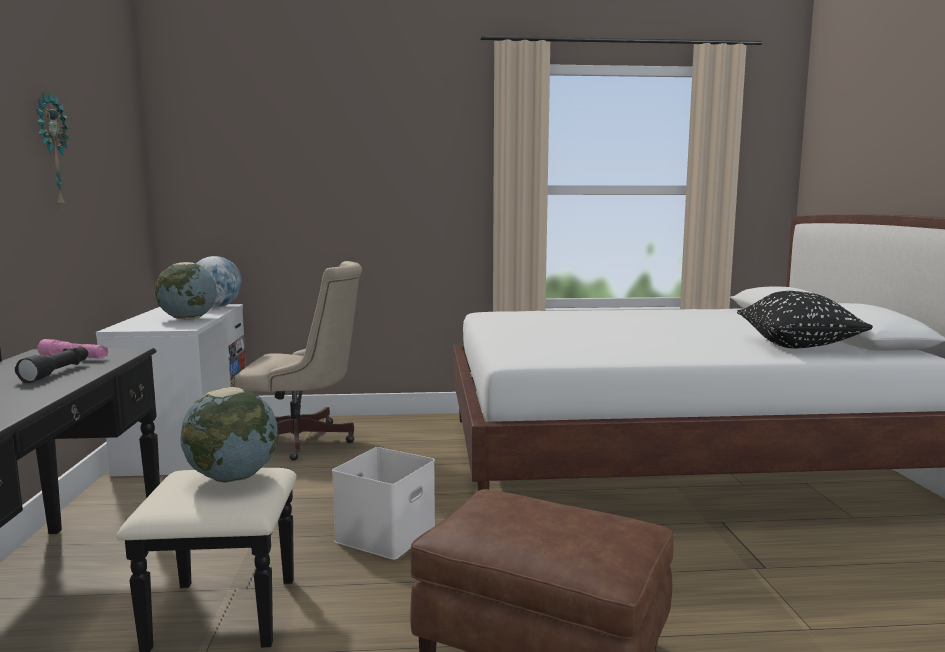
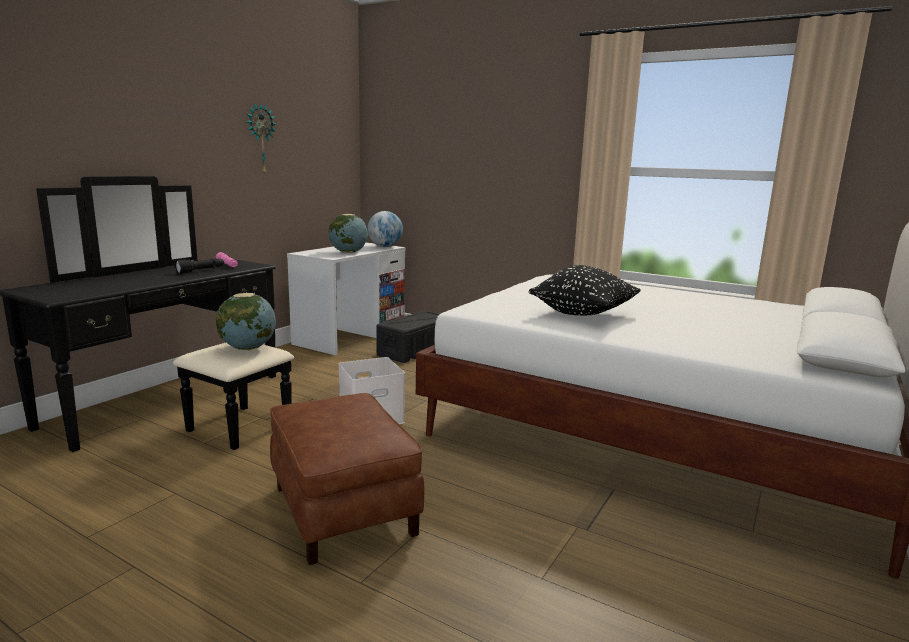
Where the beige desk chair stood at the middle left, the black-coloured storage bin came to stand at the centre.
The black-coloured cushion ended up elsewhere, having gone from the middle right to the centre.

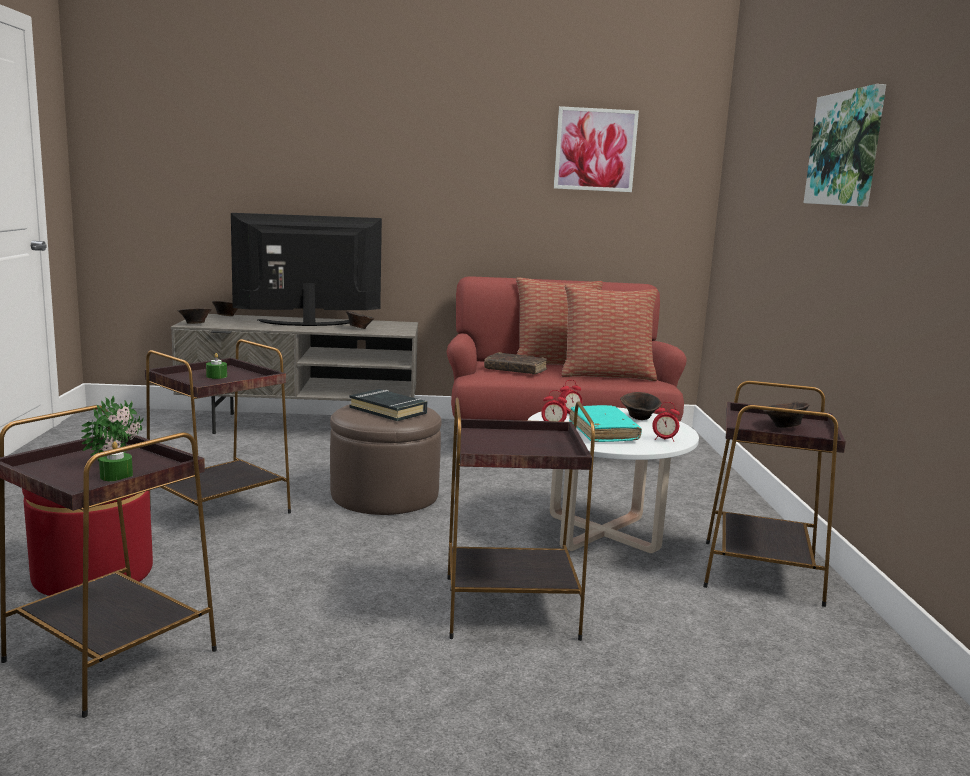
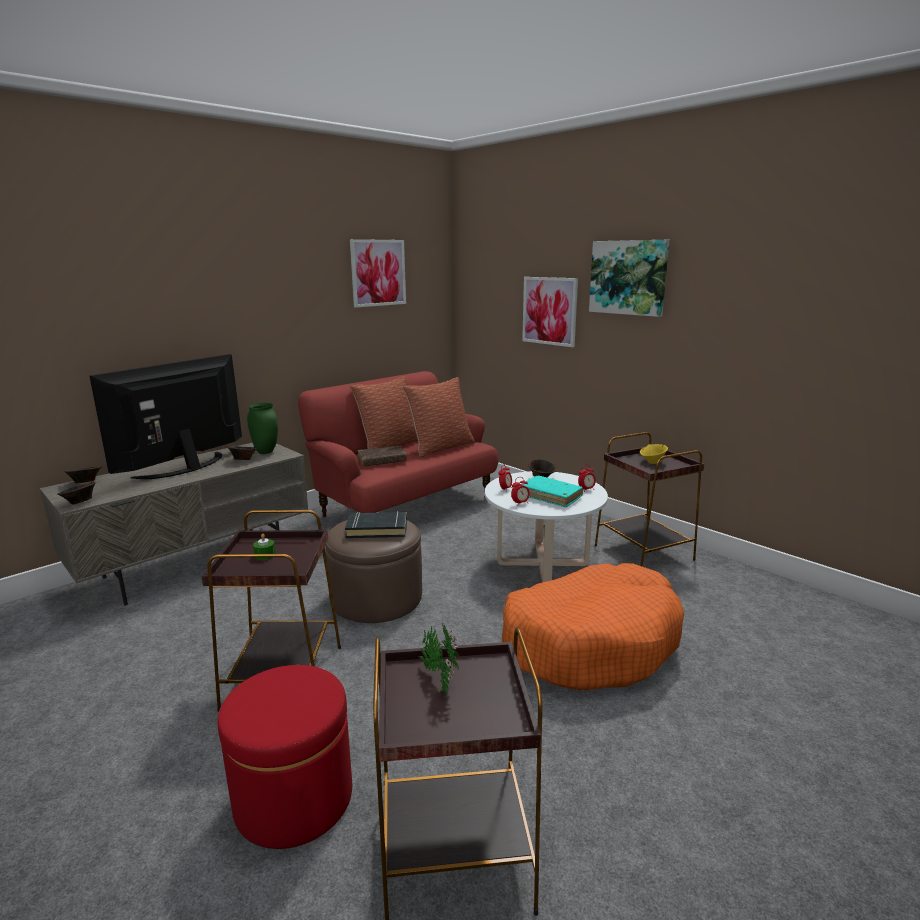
Where the brown accent table (3rd from left) stood at the bottom centre, the orange pet bed came to stand at the bottom centre.
What was the brown bowl (5th from left) at the middle right turned into the yellow-coloured bowl at the middle right.
The second view lost the green-coloured wax light (1st from left) at the middle left.
The second view gained the wall picture (2nd from left) at the centre.
The second view gained the green-coloured flower vase at the middle left.

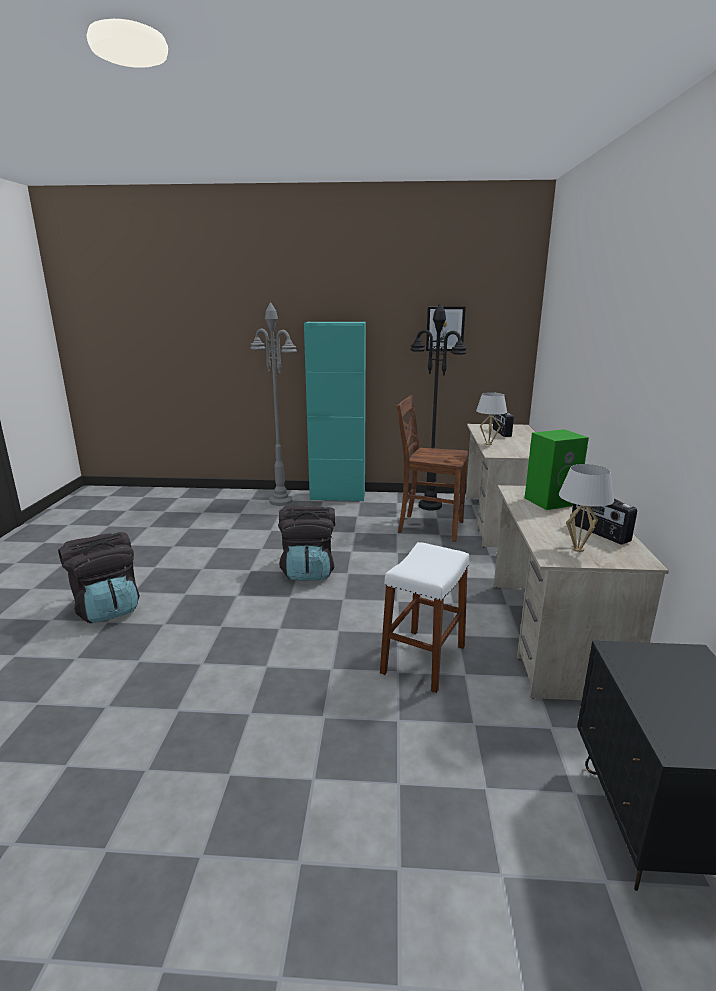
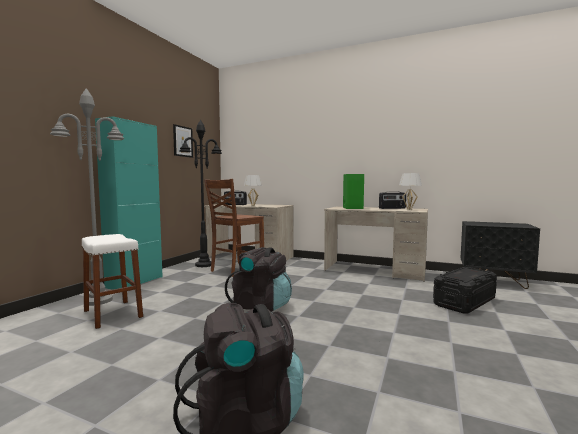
The white sitting stool ended up elsewhere, having gone from the centre to the middle left.
The second view gained the black-coloured storage bin at the bottom right.

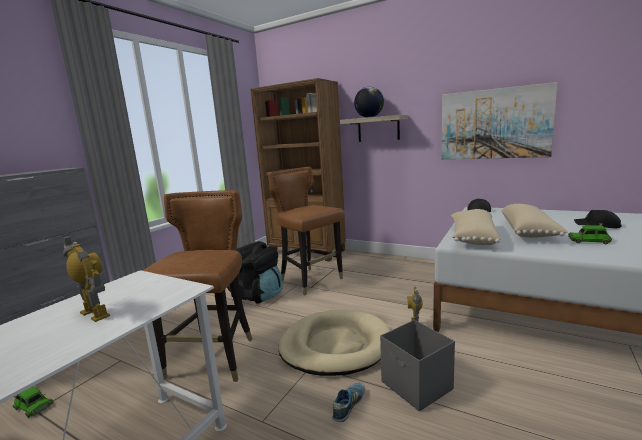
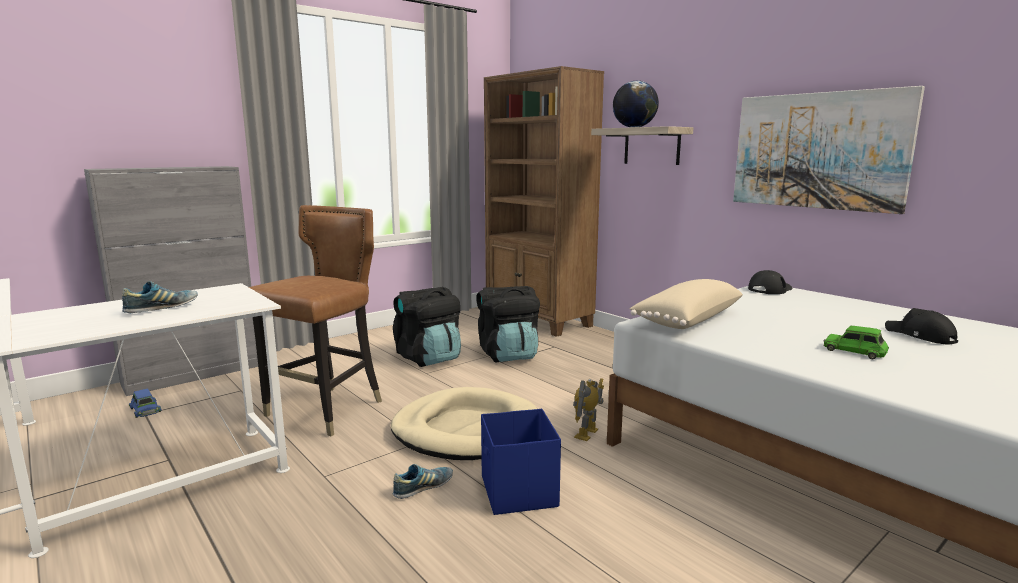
Where the brown plain chair (2nd from left) stood at the centre, the black-coloured backpack (2nd from left) came to stand at the centre.
The second view lost the beige cushion (2nd from left) at the middle right.
Where the toy robot (1st from left) stood at the middle left, the shoe (1st from left) came to stand at the middle left.
What was the grey storage bin at the bottom centre turned into the blue storage bin at the bottom centre.
What was the green-coloured model car (1st from left) at the bottom left turned into the blue model car at the bottom left.

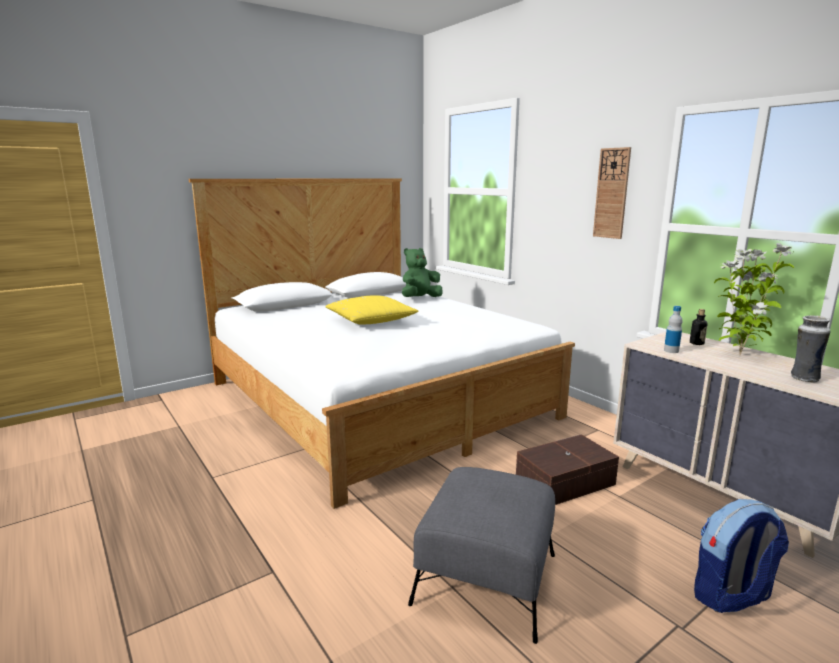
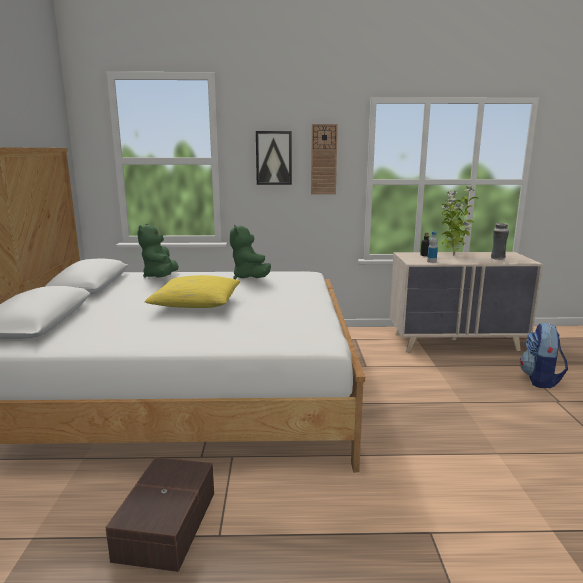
The brown storage bin ended up elsewhere, having gone from the bottom right to the bottom left.
The second view lost the grey footrest at the bottom centre.
The second view gained the wall picture at the top centre.
The second view gained the green-coloured plush toy (2nd from left) at the centre.

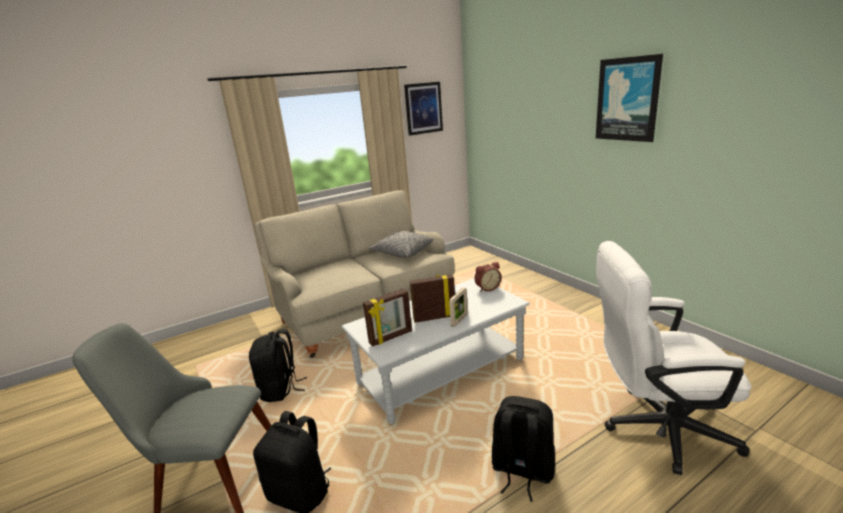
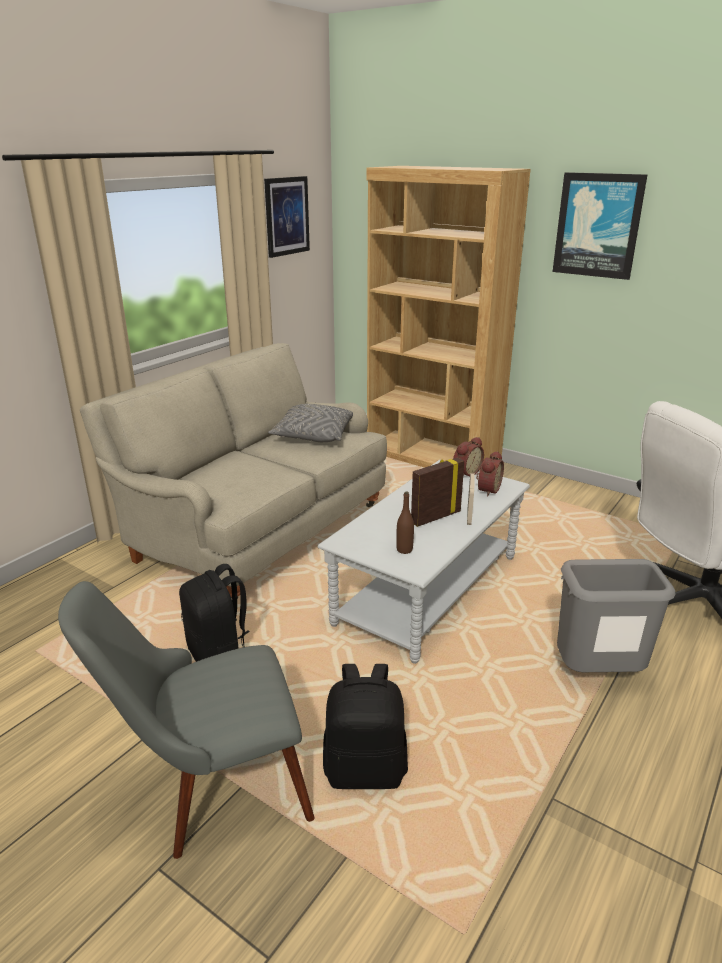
Where the picture frame (1st from left) stood at the centre, the brown bottle came to stand at the centre.
Where the black-coloured backpack (3rd from left) stood at the bottom centre, the grey waste bin came to stand at the middle right.
The second view gained the brown bookcase at the top centre.
The second view gained the table clock (2nd from left) at the middle right.

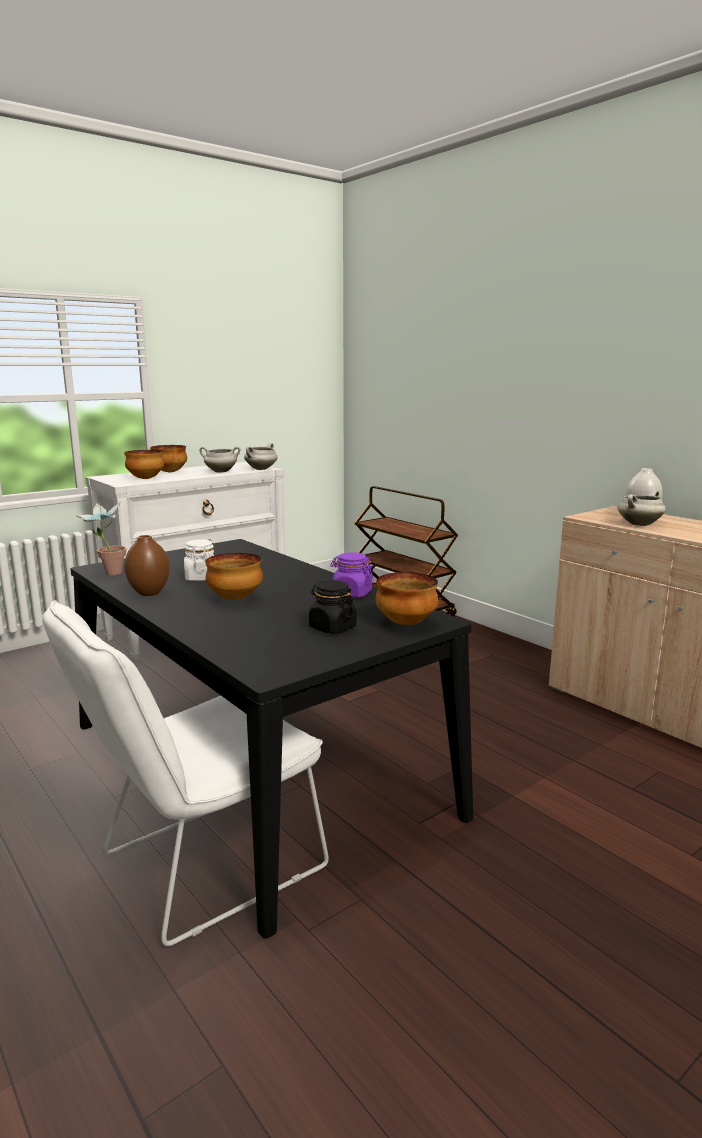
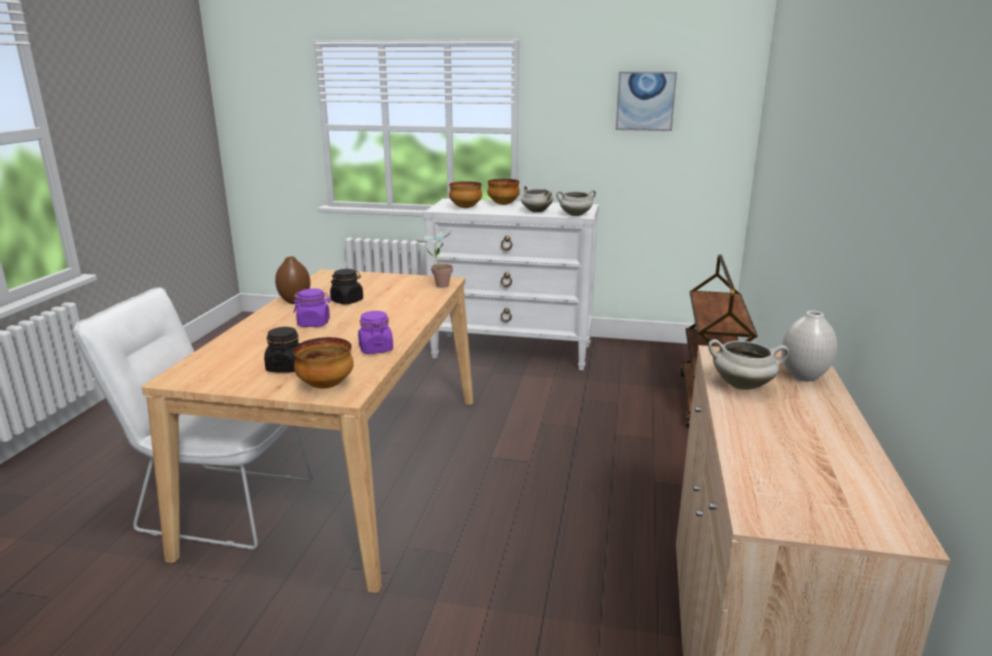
The houseplant ended up elsewhere, having gone from the middle left to the centre.
What was the black-coloured dinner table at the centre turned into the beige dinner table at the middle left.
What was the white storage jar at the middle left turned into the black-coloured storage jar (2nd from left) at the centre.
Where the bowl (3rd from left) stood at the centre, the purplish storage jar (1st from left) came to stand at the middle left.
The second view gained the wall picture at the top centre.

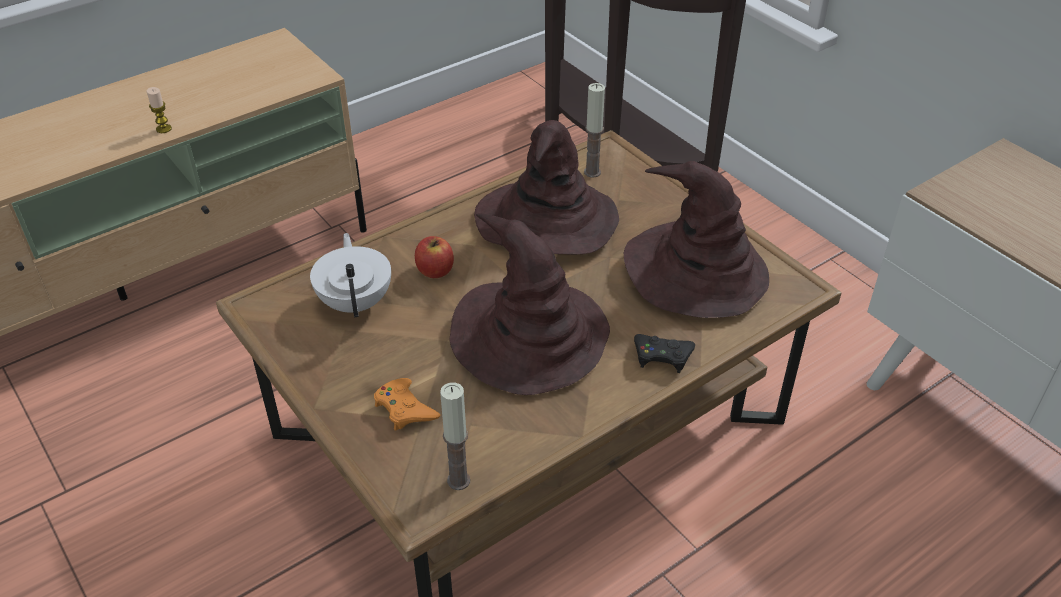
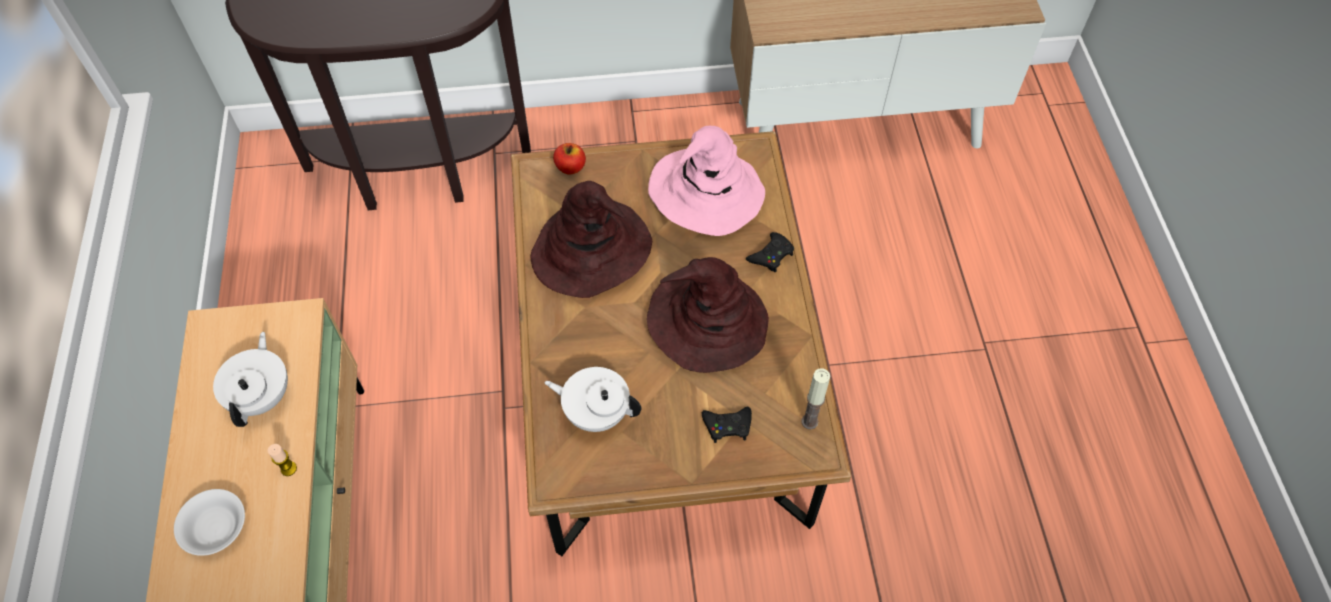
The second view lost the wax light (3rd from left) at the top centre.
What was the brown hat (3rd from left) at the centre turned into the pinkish hat at the top centre.
The apple fruit ended up elsewhere, having gone from the centre to the top centre.
What was the orange game controller at the bottom centre turned into the black-coloured game controller (1st from left) at the bottom centre.
The second view gained the white pot for tea (1st from left) at the middle left.
The second view gained the white bowl at the bottom left.

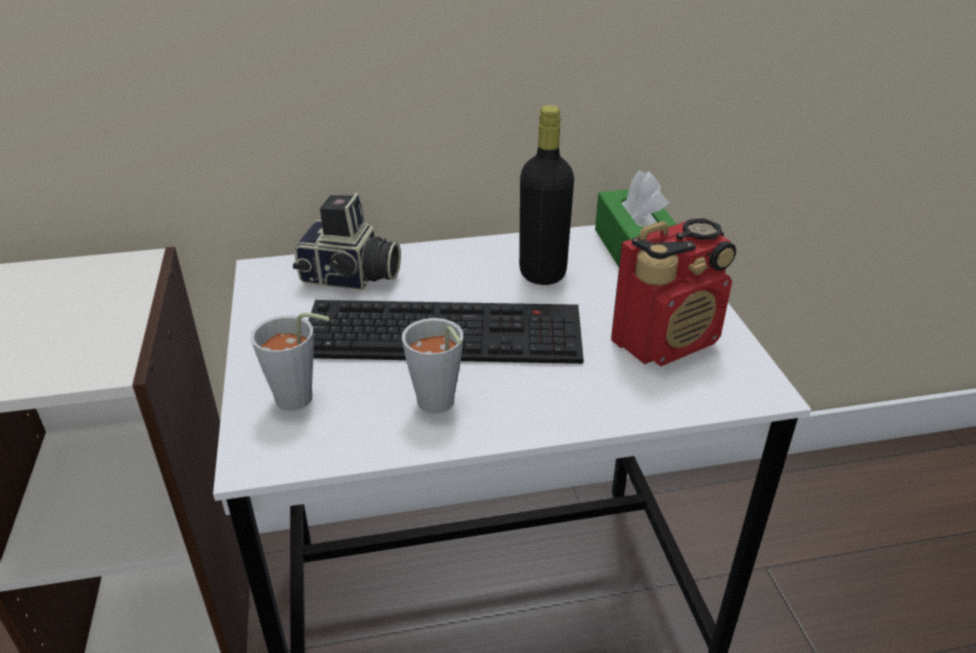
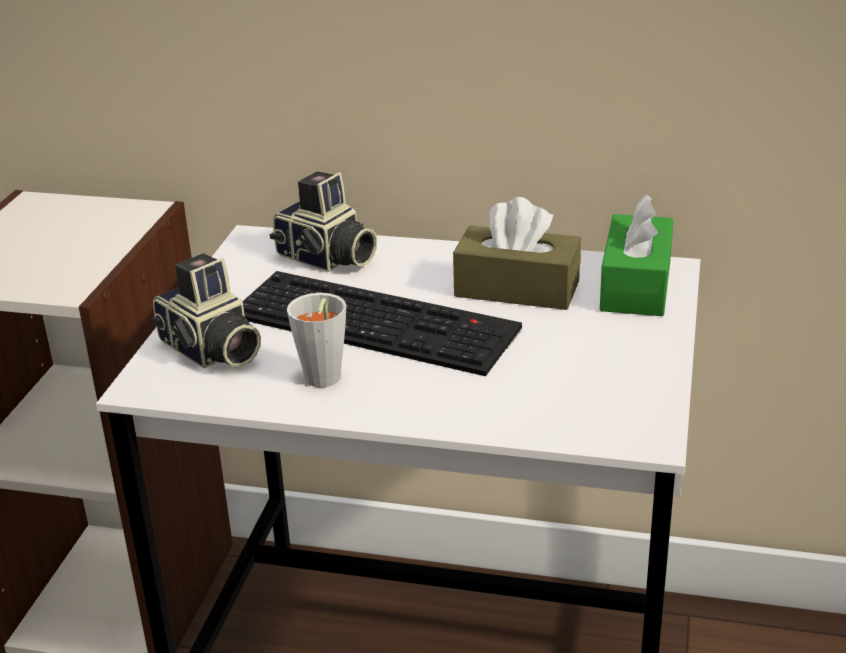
Where the black-coloured bottle stood at the top centre, the brown box of tissues came to stand at the centre.
The second view lost the radio at the middle right.
Where the grey small cup (1st from left) stood at the middle left, the still camera (1st from left) came to stand at the middle left.

